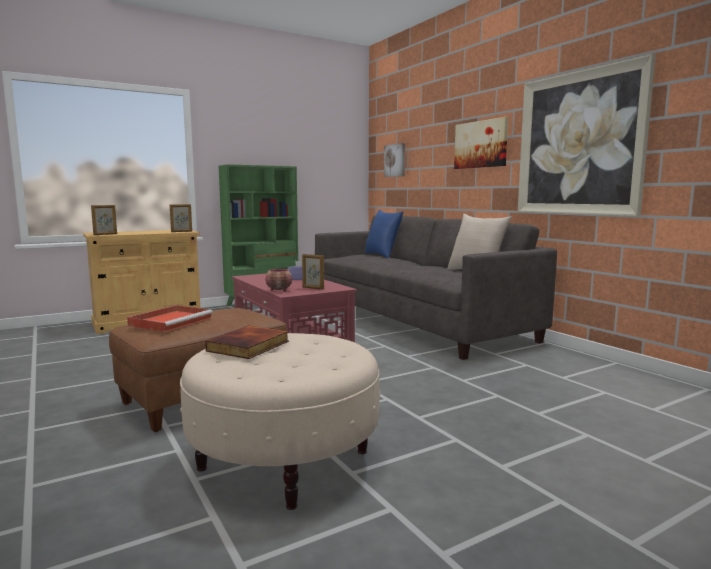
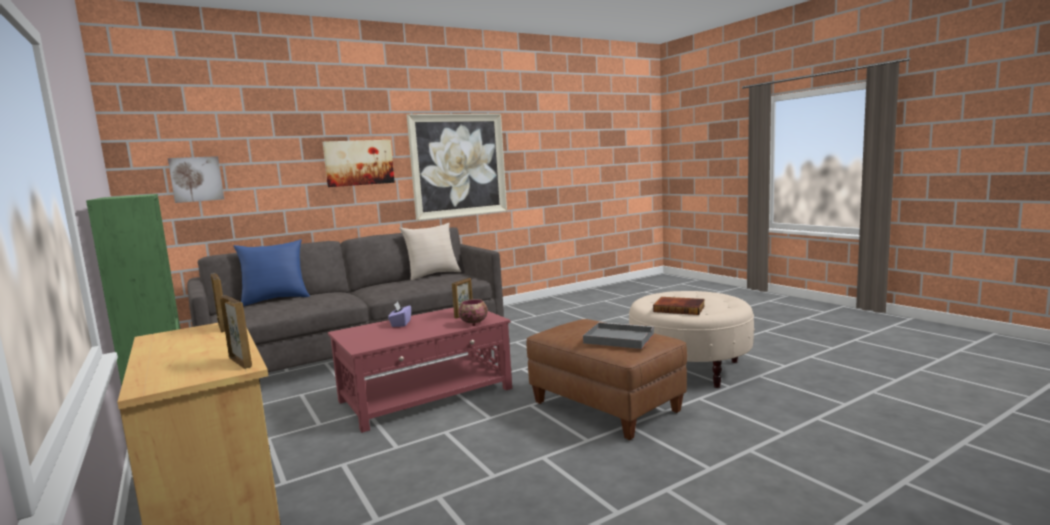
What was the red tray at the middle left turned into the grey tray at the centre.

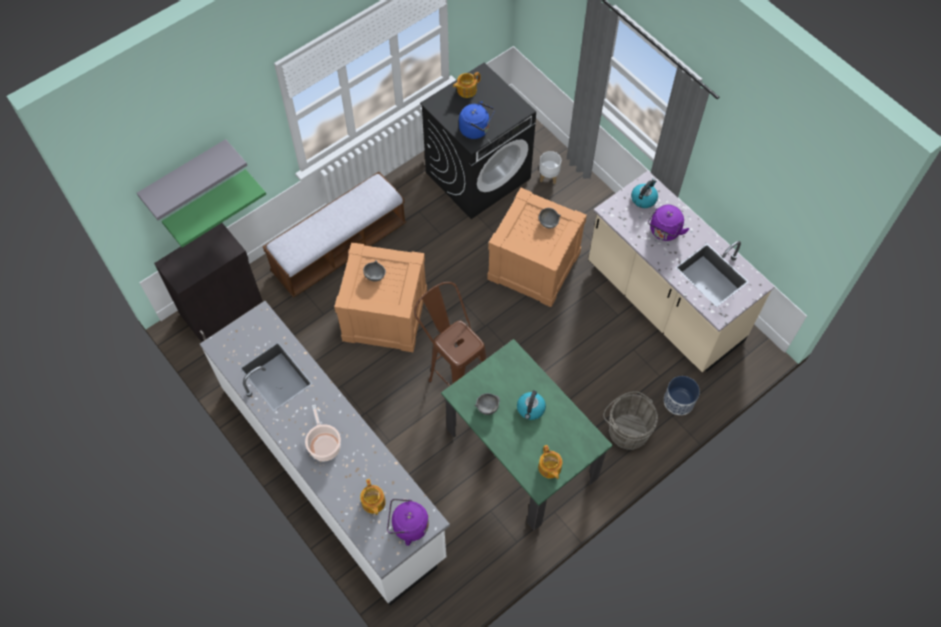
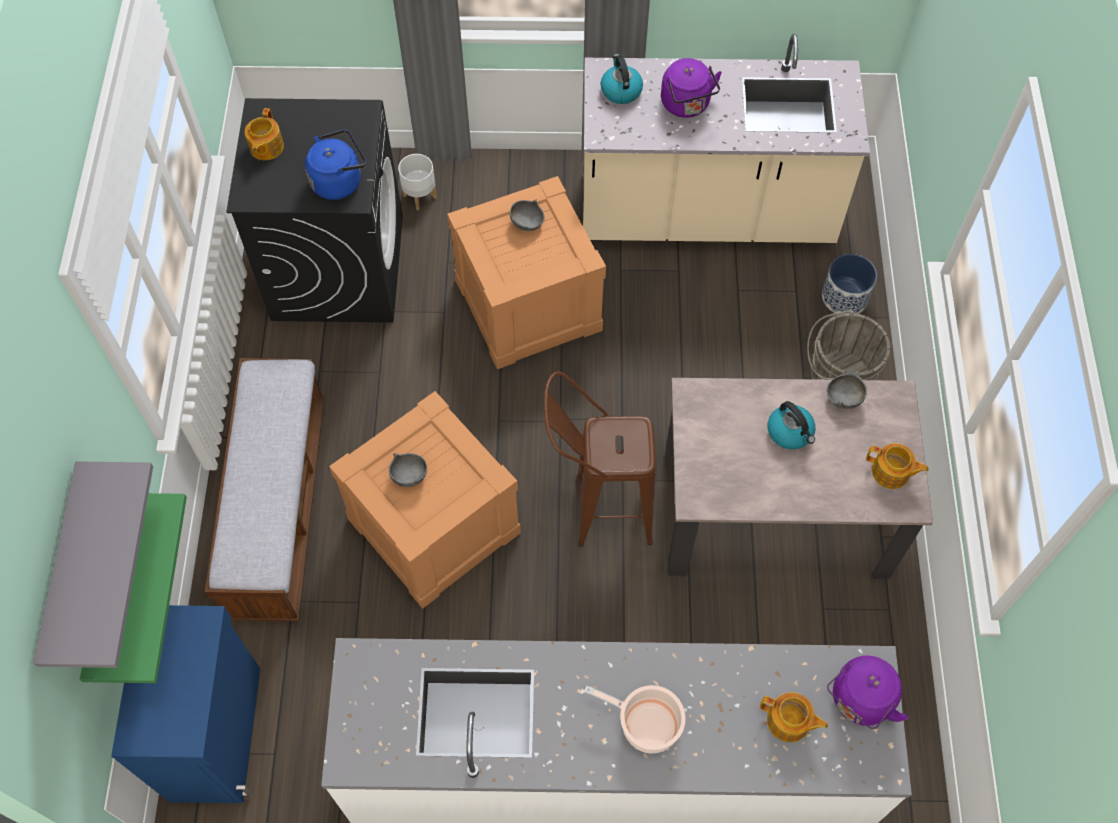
What was the black-coloured storage cabinet at the middle left turned into the blue storage cabinet at the bottom left.
What was the green-coloured dinner table at the bottom centre turned into the beige dinner table at the middle right.
The grey bowl (2nd from left in the first image) ended up elsewhere, having gone from the centre to the middle right.

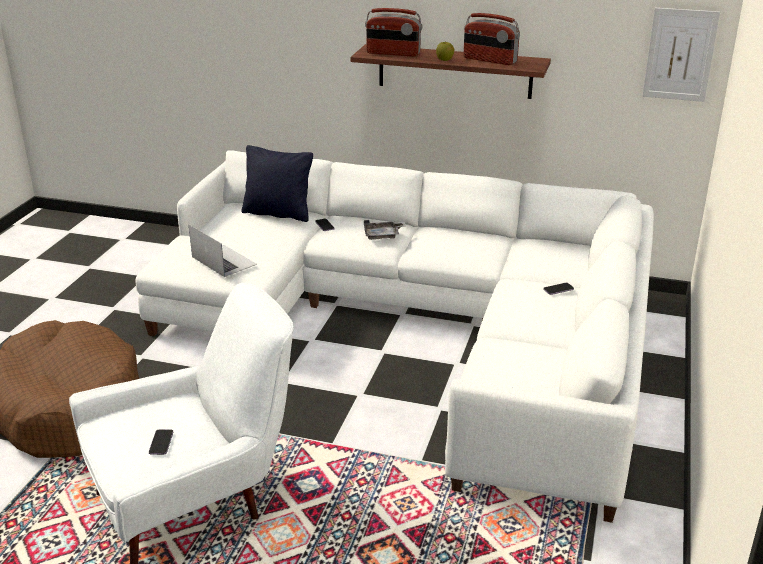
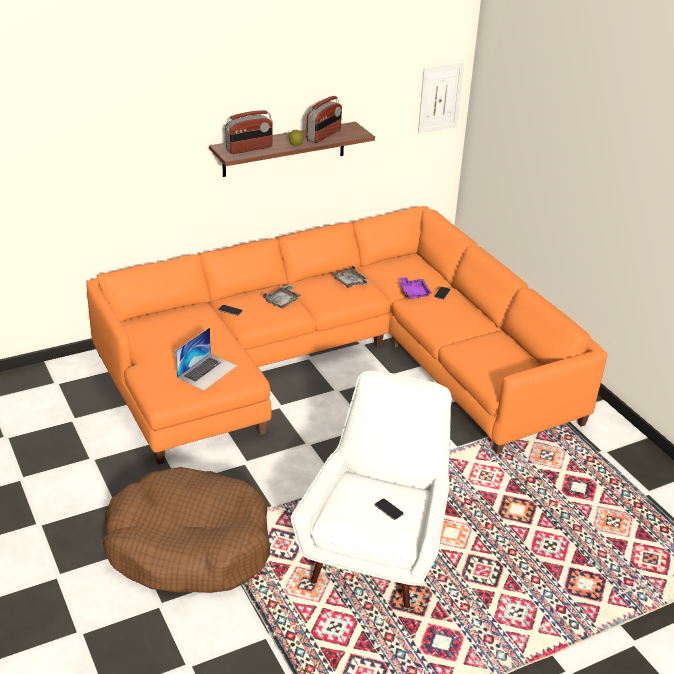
The radio (2nd from left) at the top centre ended up facing another way, 45 degrees counterclockwise from before.
The second view lost the black-coloured cushion at the top centre.
What was the white sofa at the centre turned into the orange sofa at the centre.
The laptop at the middle left ended up facing another way, 120 degrees clockwise from before.
The second view gained the grey tray (2nd from left) at the centre.
The second view gained the purplish tray at the centre.

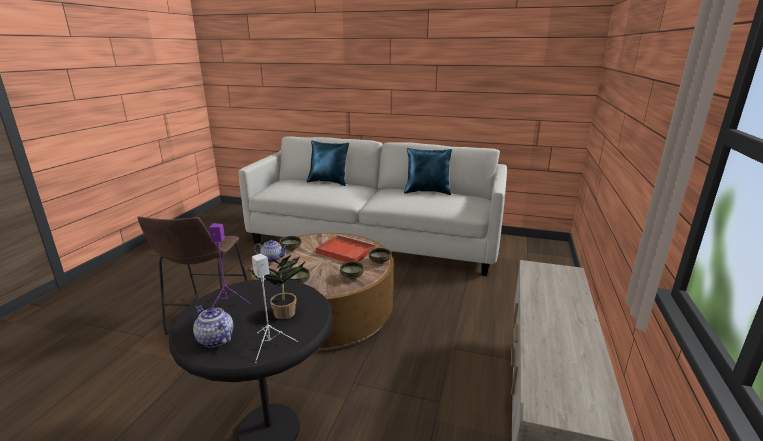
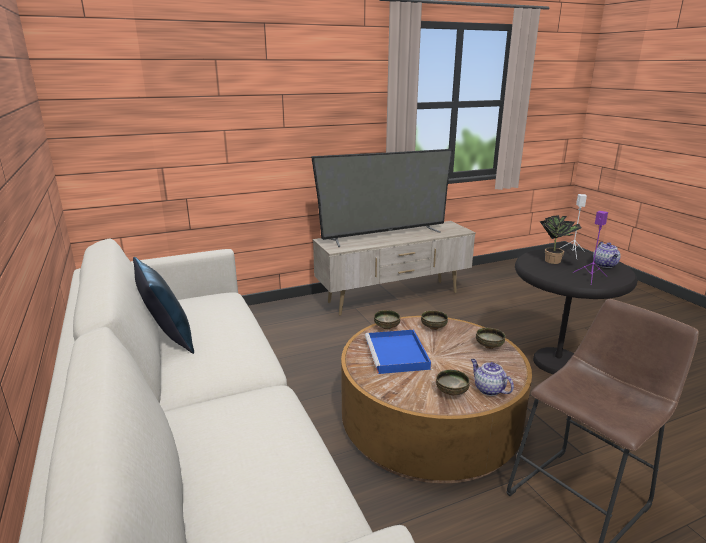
The second view lost the blue cushion (1st from left) at the centre.
What was the red tray at the centre turned into the blue tray at the centre.
The second view gained the television at the centre.

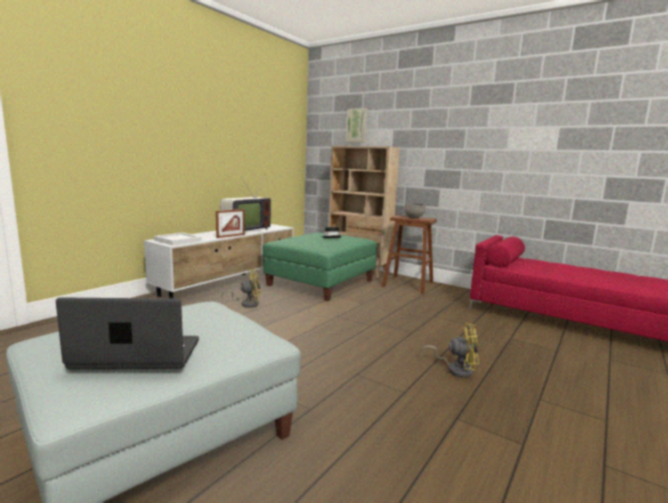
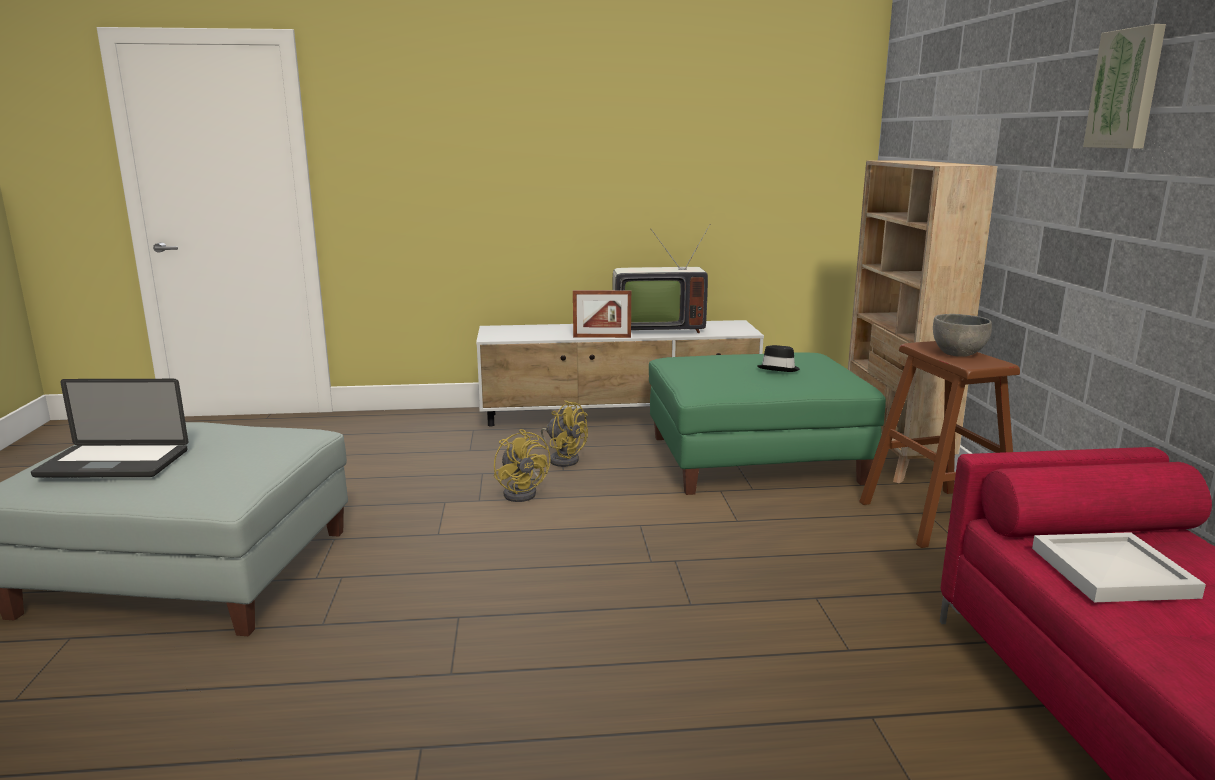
The wall picture ended up elsewhere, having gone from the top centre to the top right.
The white tray ended up elsewhere, having gone from the middle left to the bottom right.
The laptop at the middle left ended up facing another way, 135 degrees clockwise from before.
The yellow-coloured fan (2nd from left in the first image) ended up elsewhere, having gone from the bottom right to the centre.

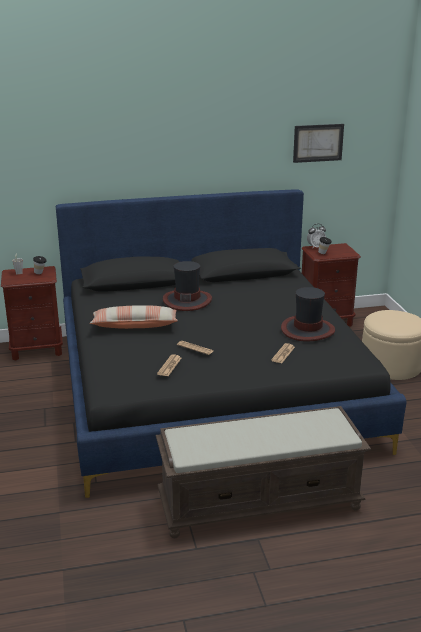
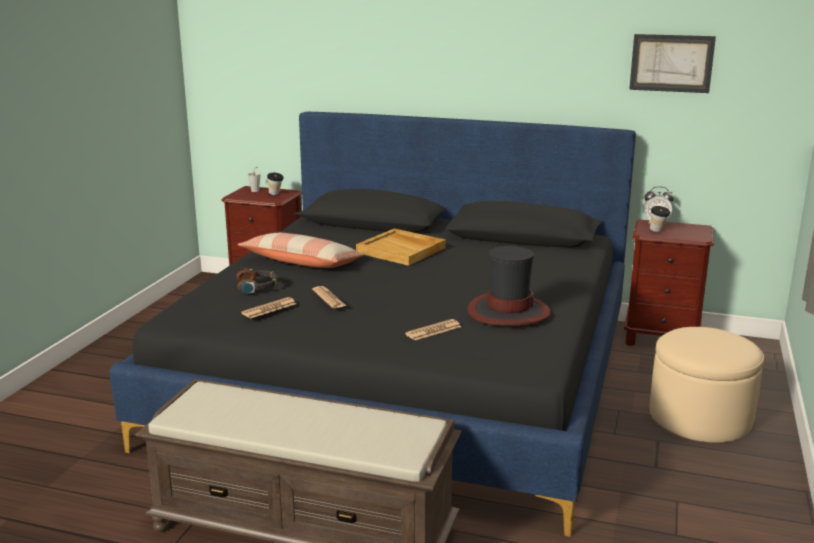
Where the hat (1st from left) stood at the centre, the beige tray came to stand at the centre.
The second view gained the pair of headphones at the middle left.

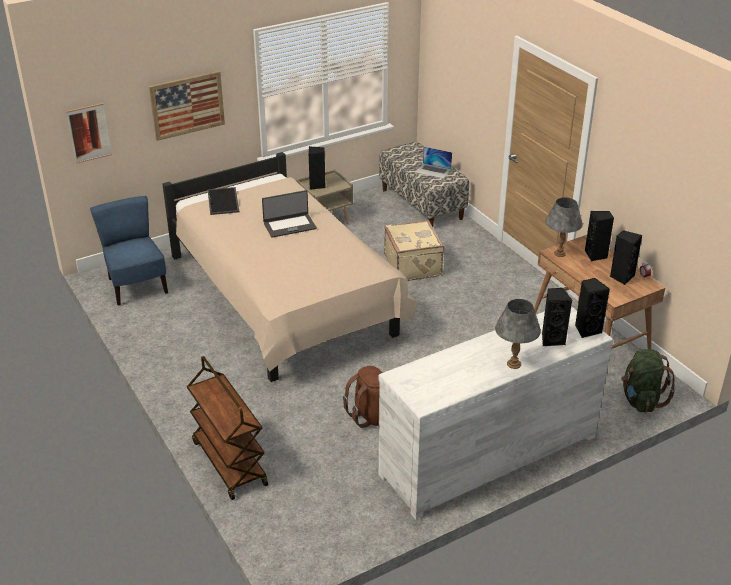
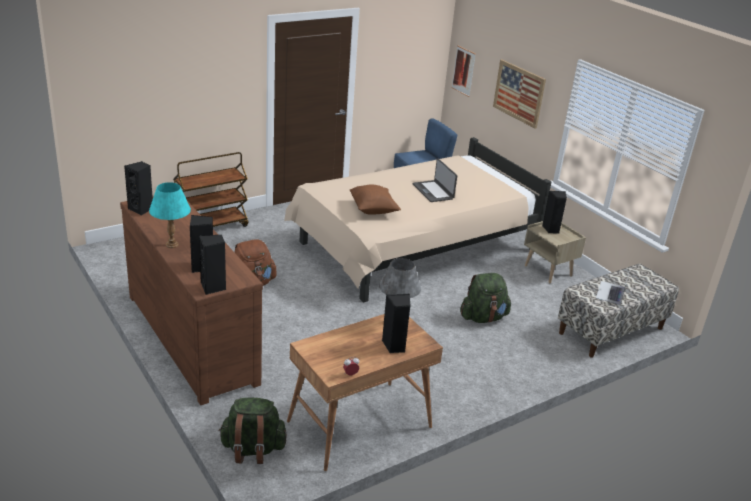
The second view lost the tray at the middle left.
Where the beige suitcase stood at the centre, the green-coloured backpack (2nd from left) came to stand at the centre.
The black-coloured loudspeaker (5th from left in the first image) ended up elsewhere, having gone from the middle right to the middle left.
What was the grey tabletop lamp (1st from left) at the middle right turned into the turquoise-coloured tabletop lamp at the middle left.
What was the white chest of drawers at the bottom right turned into the brown chest of drawers at the middle left.
The second view gained the brown cushion at the centre.

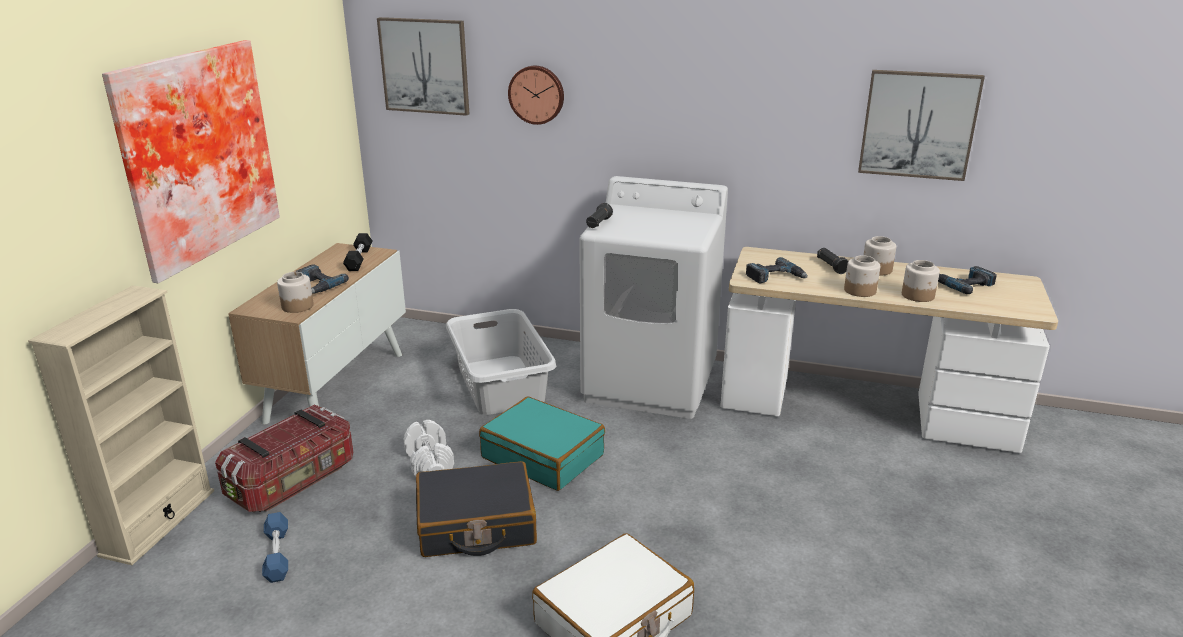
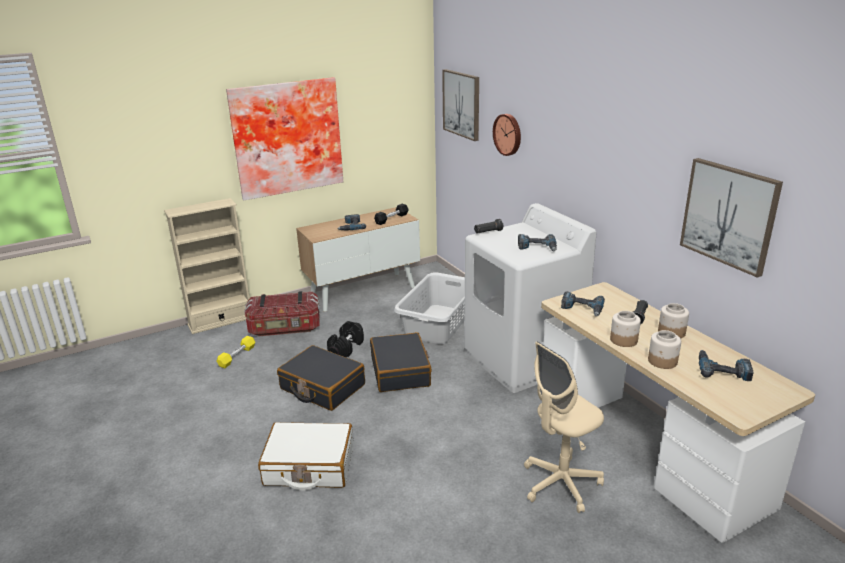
The second view lost the storage jar (1st from left) at the middle left.
What was the turquoise-coloured suitcase at the bottom centre turned into the black-coloured suitcase (2nd from left) at the centre.
What was the white hand weight at the bottom centre turned into the black-coloured hand weight (1st from left) at the centre.
What was the blue hand weight at the bottom left turned into the yellow-coloured hand weight at the middle left.
The second view gained the power drill (2nd from left) at the centre.
The second view gained the beige desk chair at the bottom right.

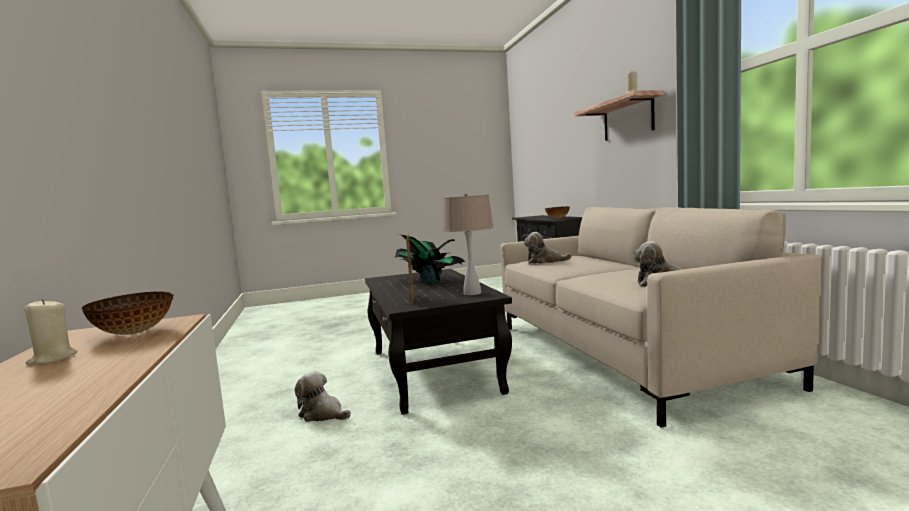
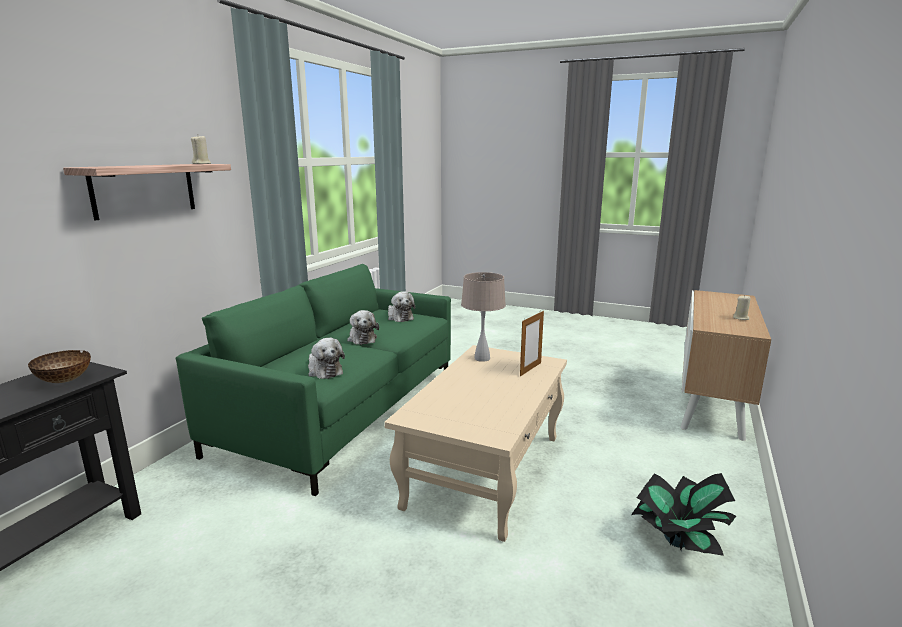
What was the beige sofa at the middle right turned into the green-coloured sofa at the centre.
The houseplant ended up elsewhere, having gone from the centre to the bottom right.
What was the black-coloured lounge table at the bottom centre turned into the beige lounge table at the bottom centre.
The second view lost the bowl (1st from left) at the middle left.
The plush toy (1st from left in the first image) ended up elsewhere, having gone from the bottom centre to the centre.

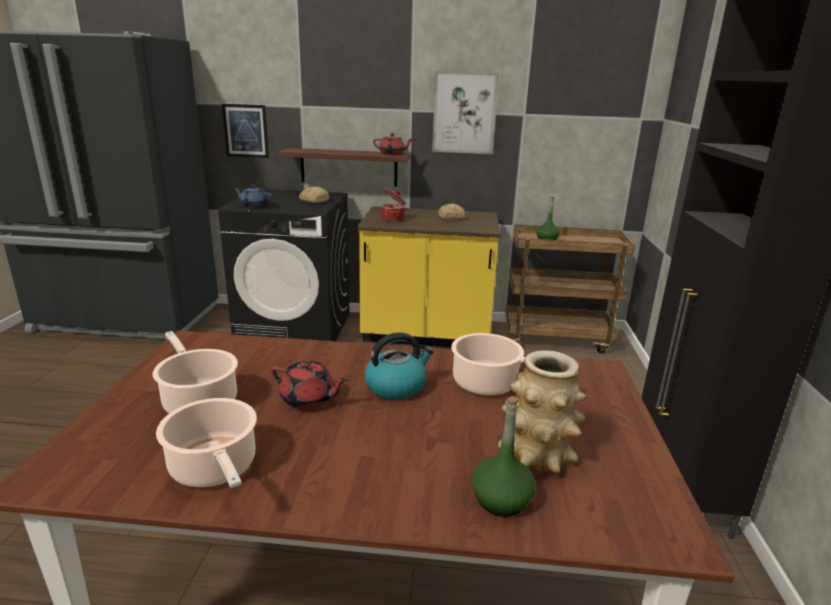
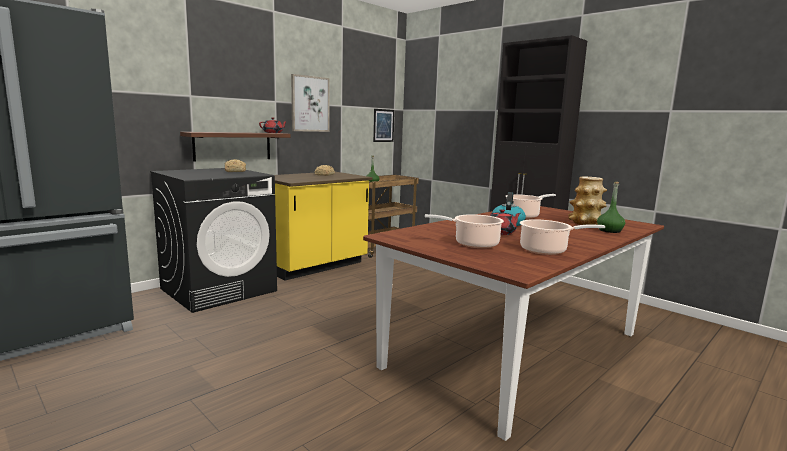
The wall picture (1st from left in the first image) ended up elsewhere, having gone from the top left to the top centre.
The second view lost the blue pot for tea at the top left.
The second view lost the saucepot (3rd from left) at the centre.

